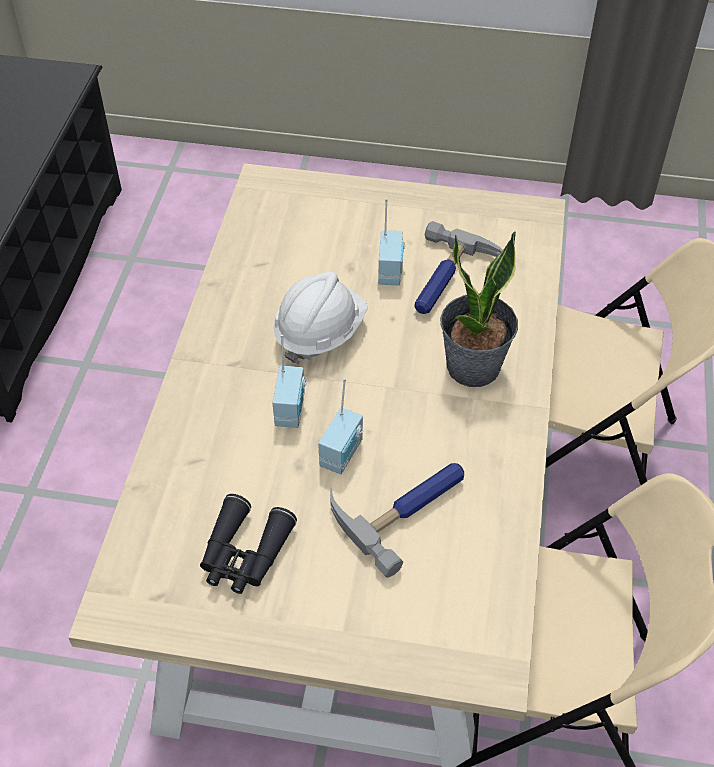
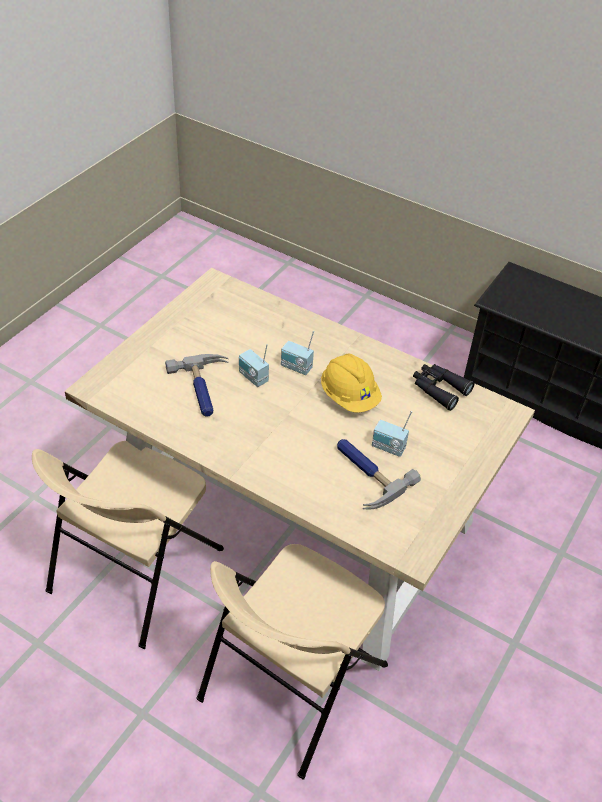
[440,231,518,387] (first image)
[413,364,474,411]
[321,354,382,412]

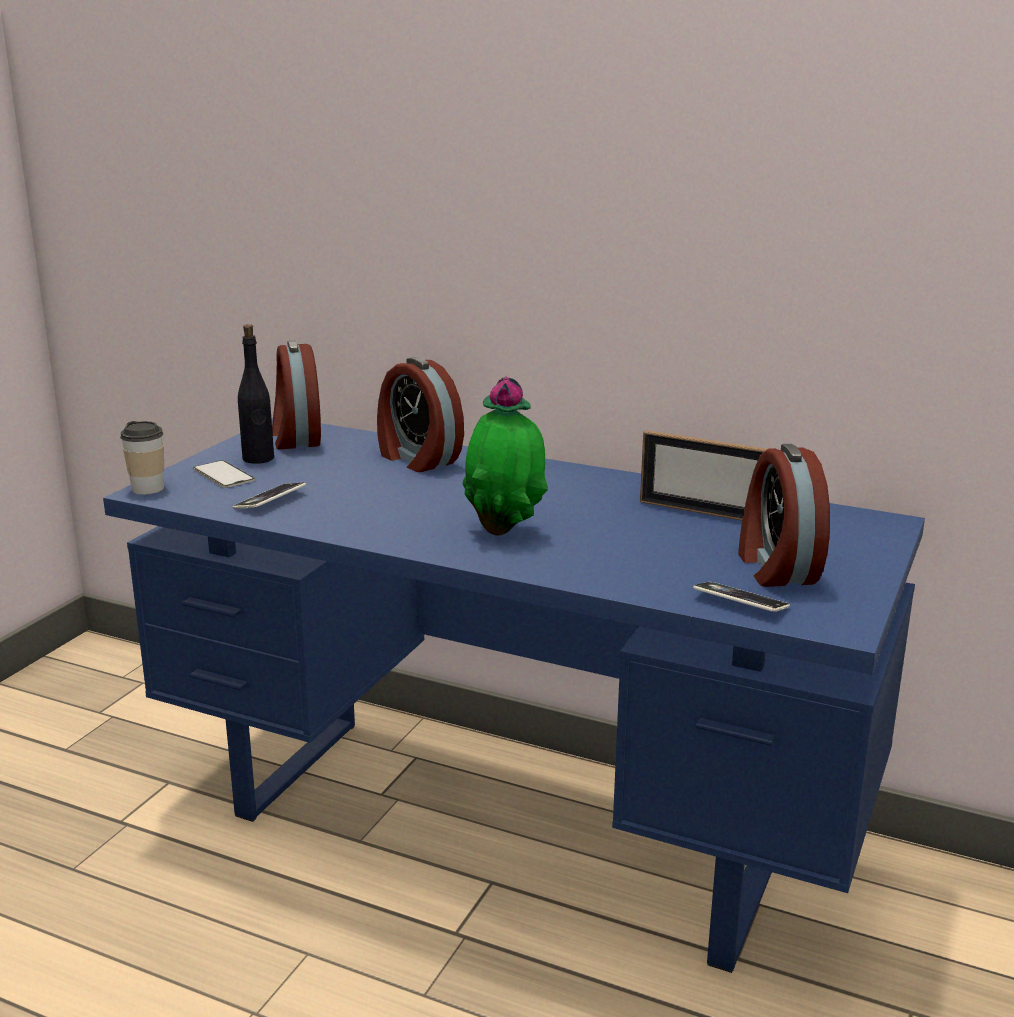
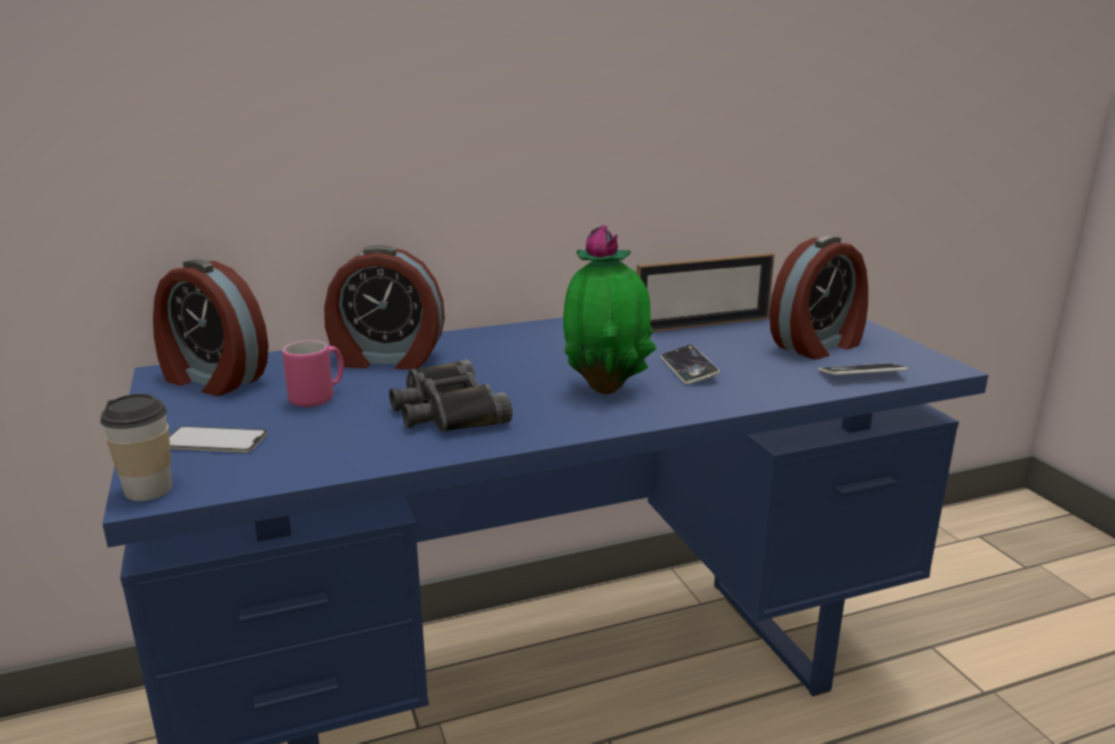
[238,324,274,464] (first image)
[282,340,344,407]
[389,359,513,432]
[661,345,720,385]
[769,236,868,360]

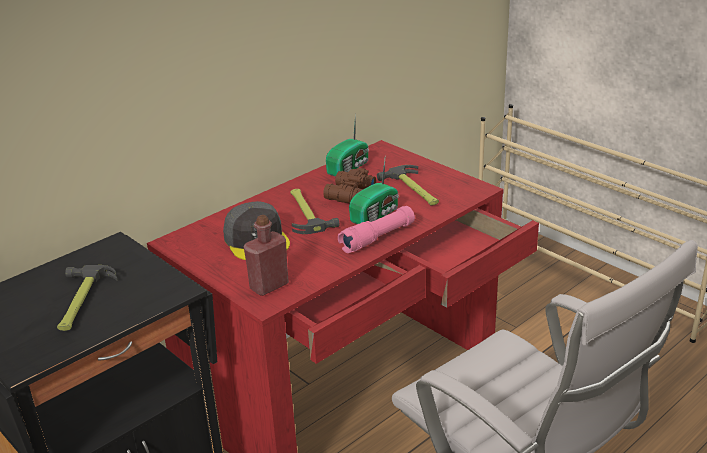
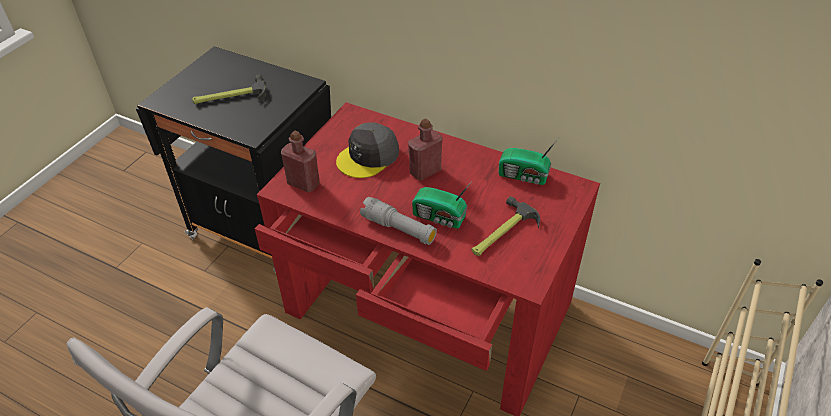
[323,168,376,204] (first image)
[408,119,443,181]
[360,197,437,245]

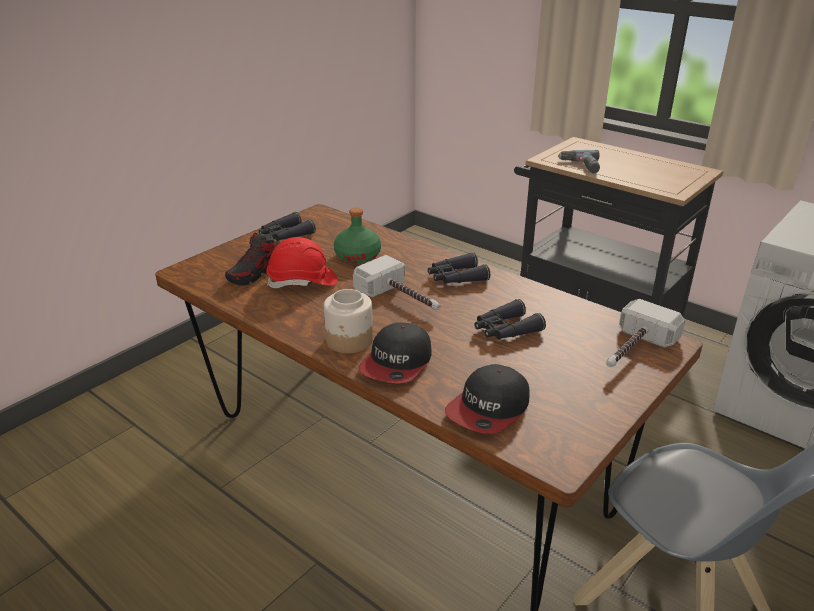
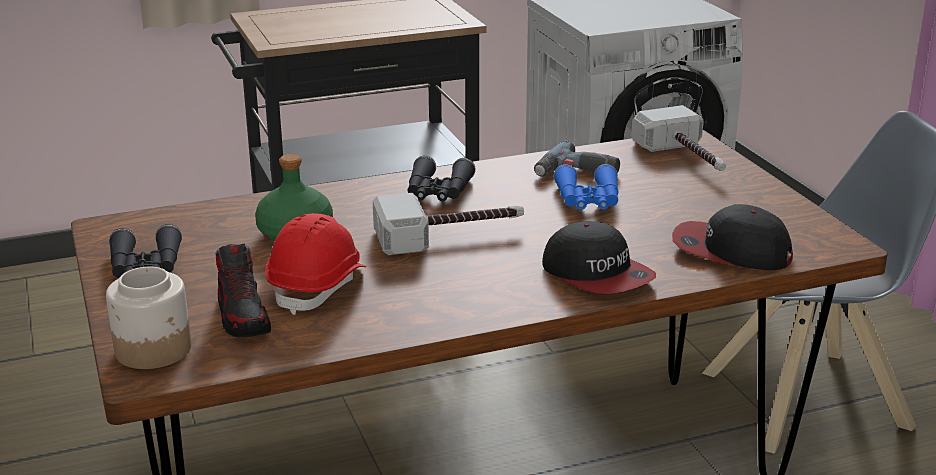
[106,267,191,369]
[534,141,620,177]
[554,164,618,210]
[672,204,793,270]

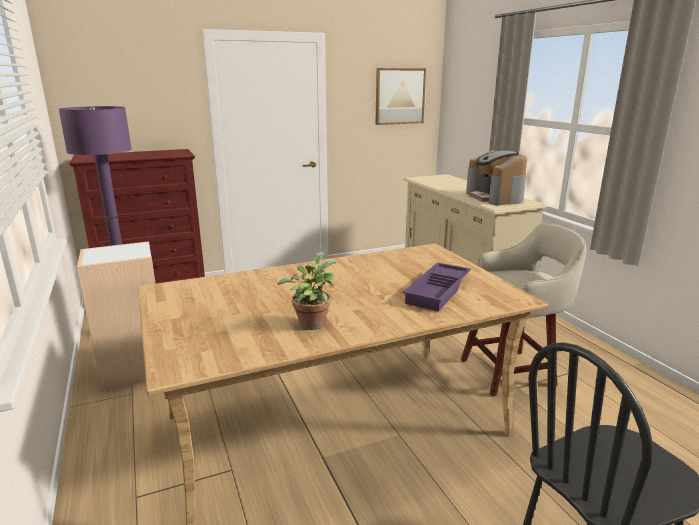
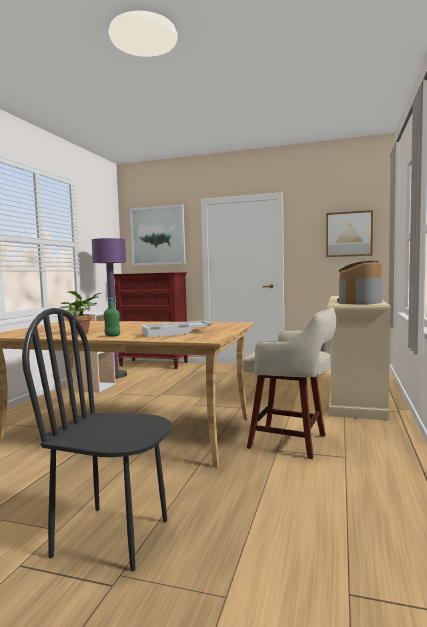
[104,298,120,336]
[129,204,186,266]
[141,321,213,337]

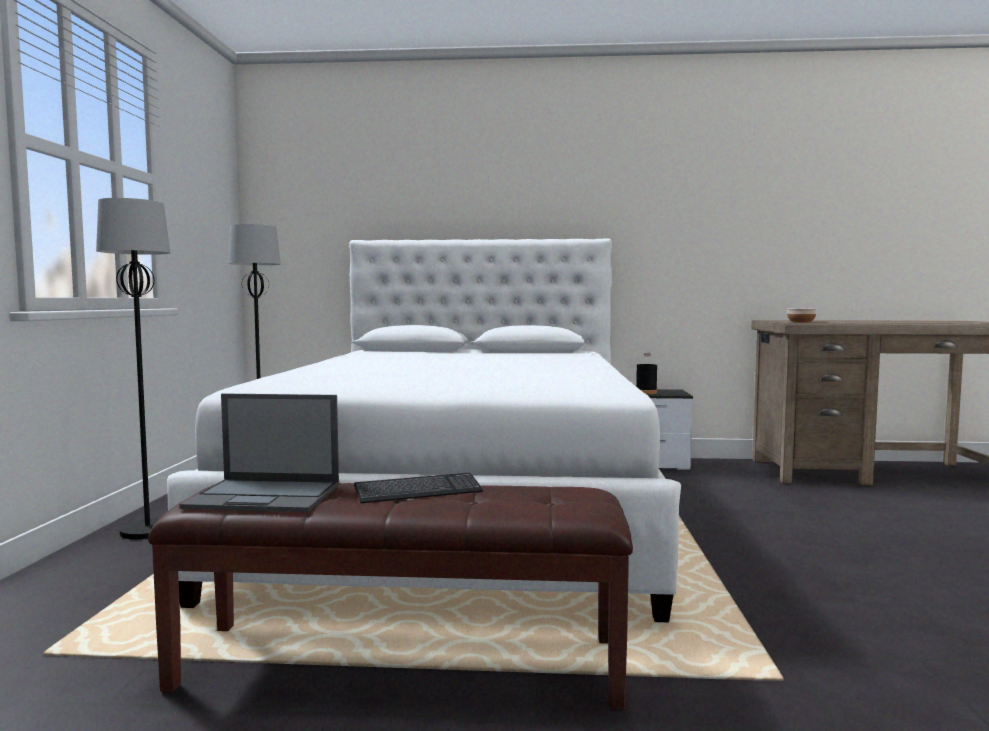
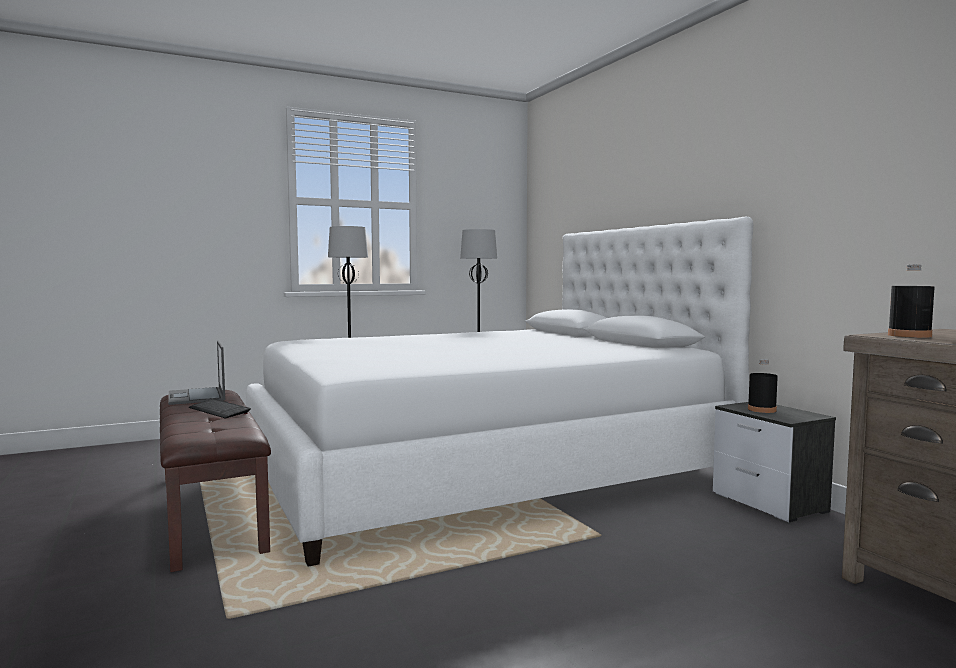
[888,265,935,338]

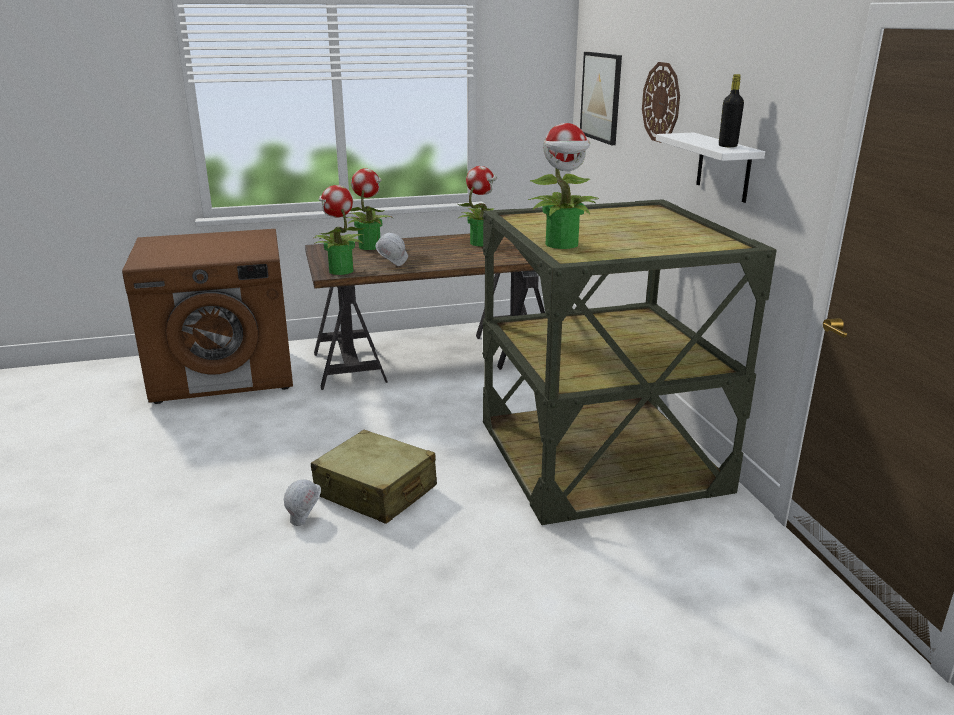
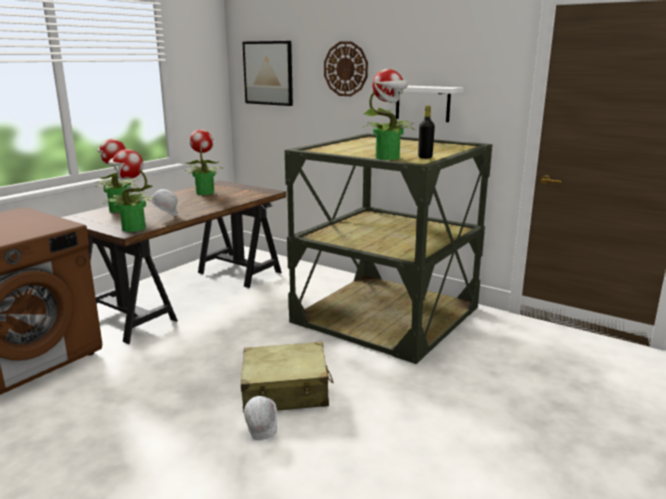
[418,106,435,159]

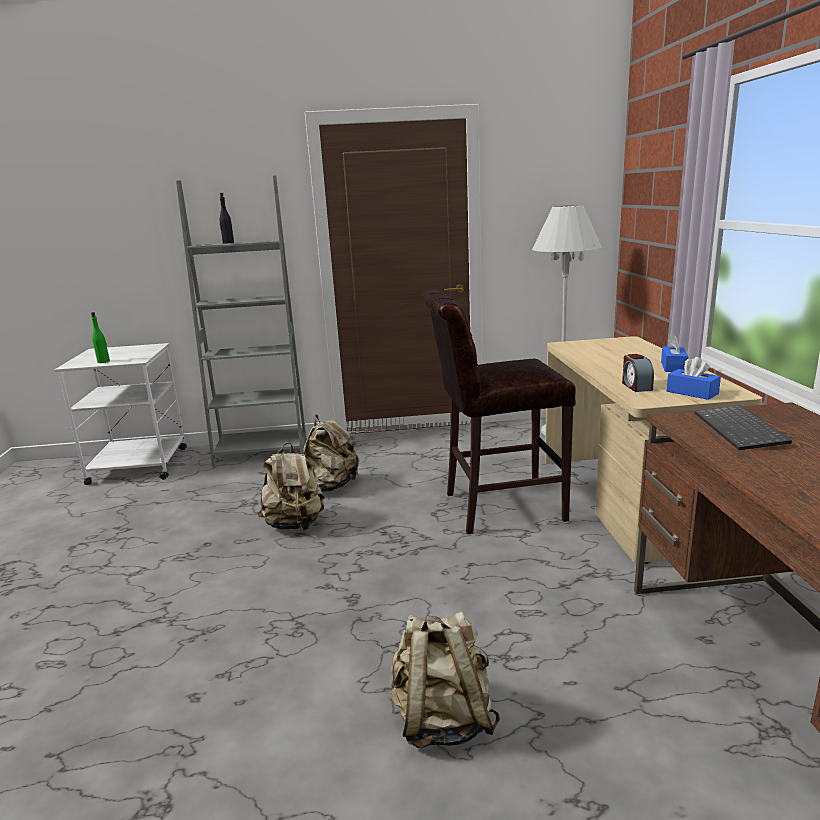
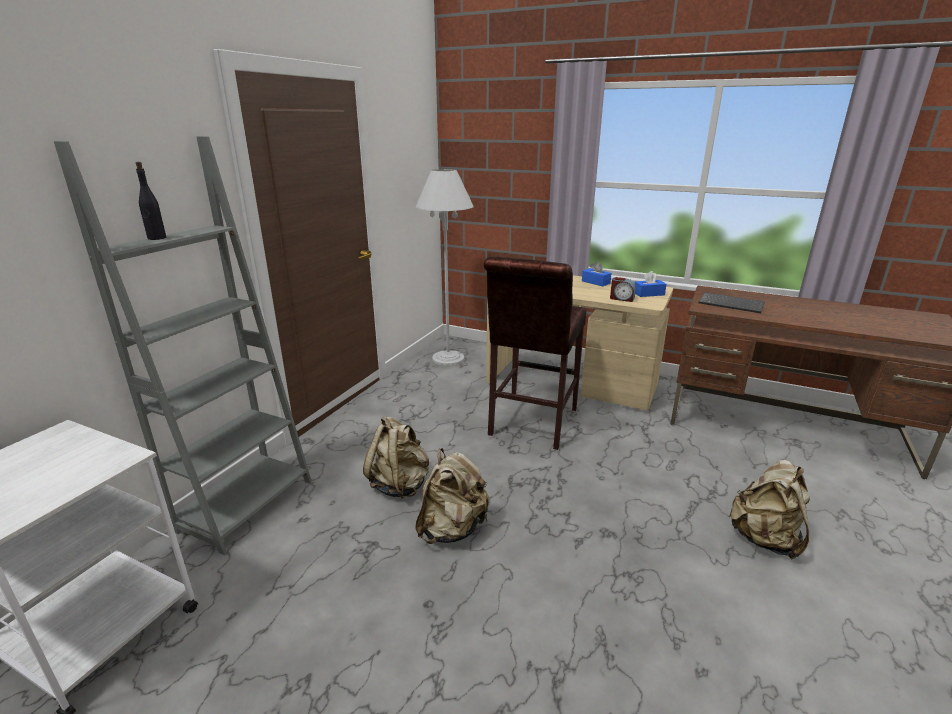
[91,312,110,363] (first image)

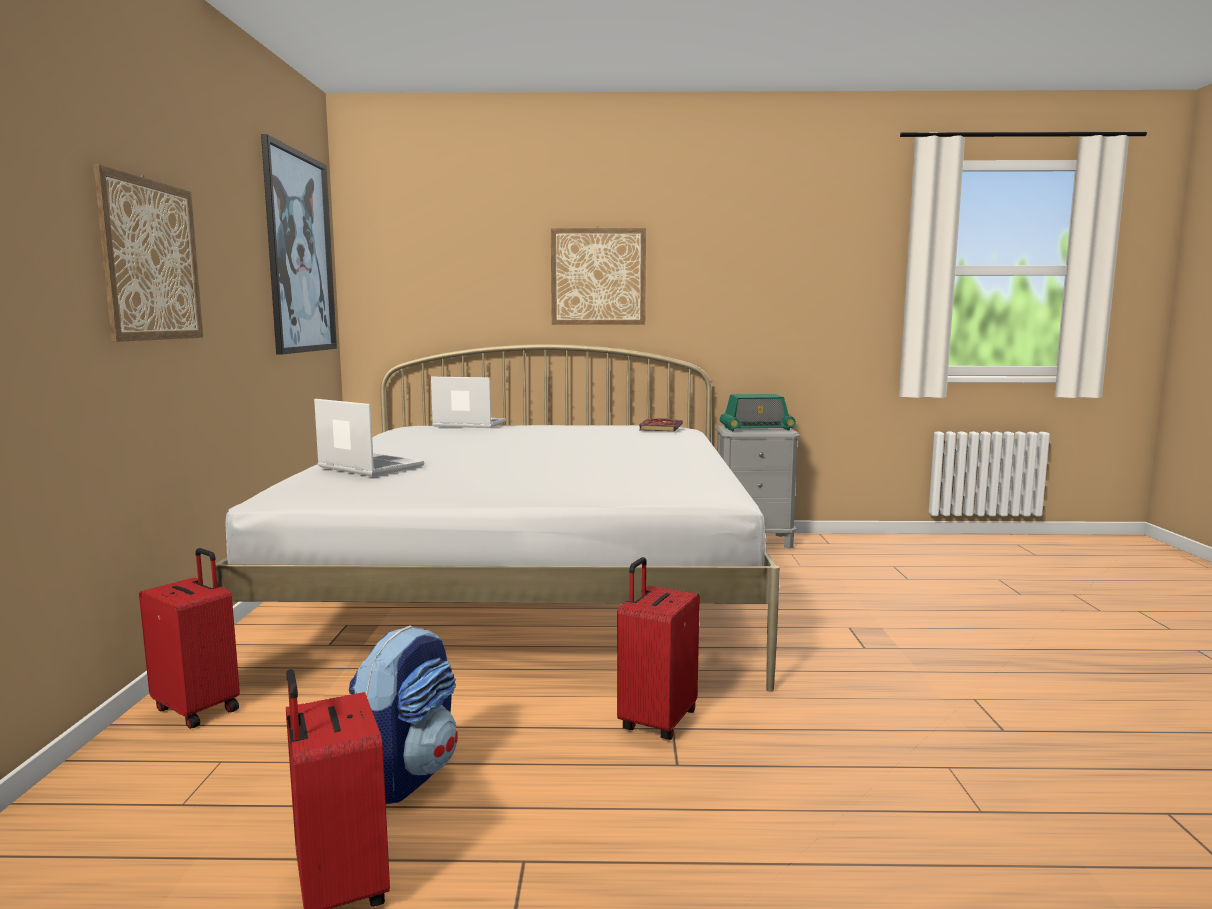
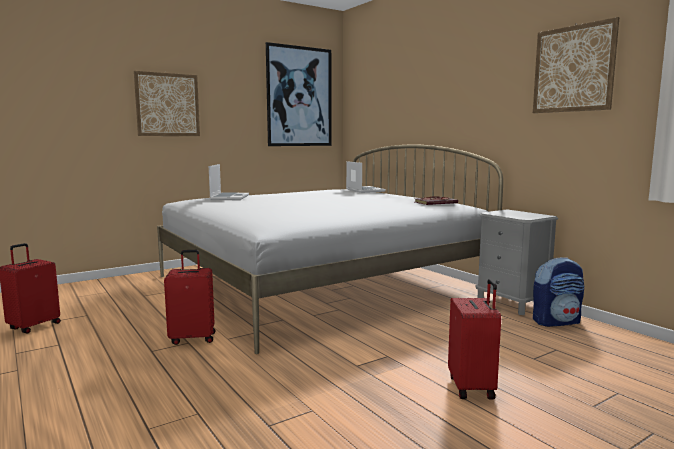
[720,394,796,431] (first image)
[448,279,501,400]
[533,257,584,327]
[533,17,619,113]

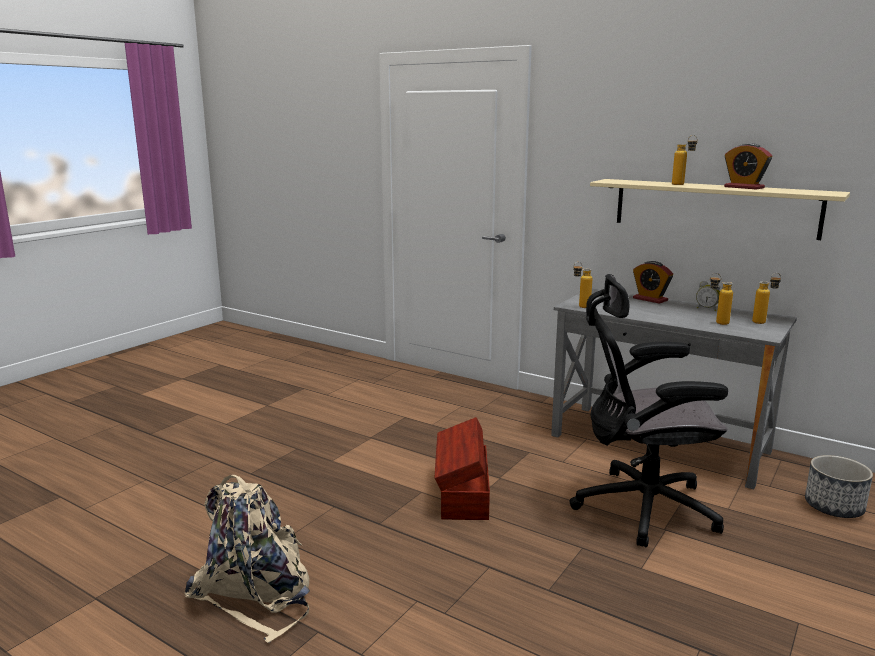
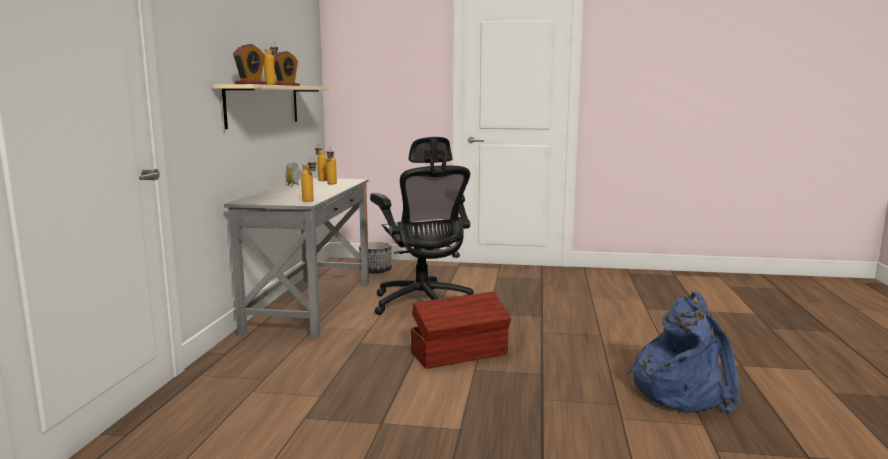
[233,44,267,85]
[627,292,740,413]

